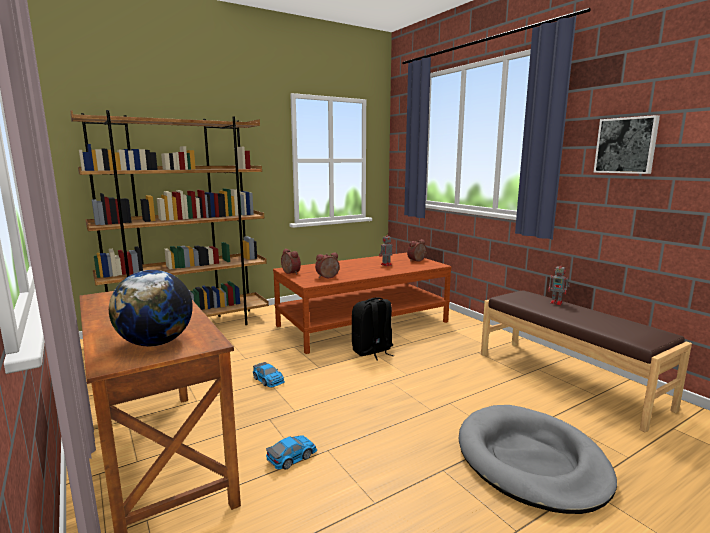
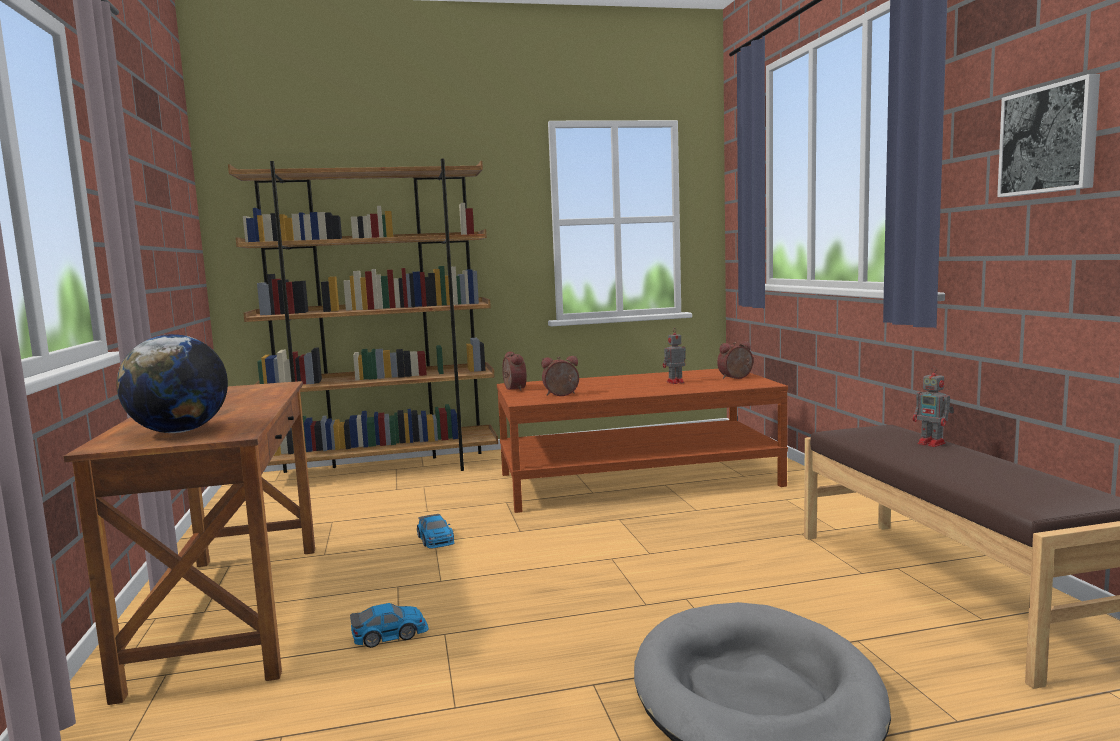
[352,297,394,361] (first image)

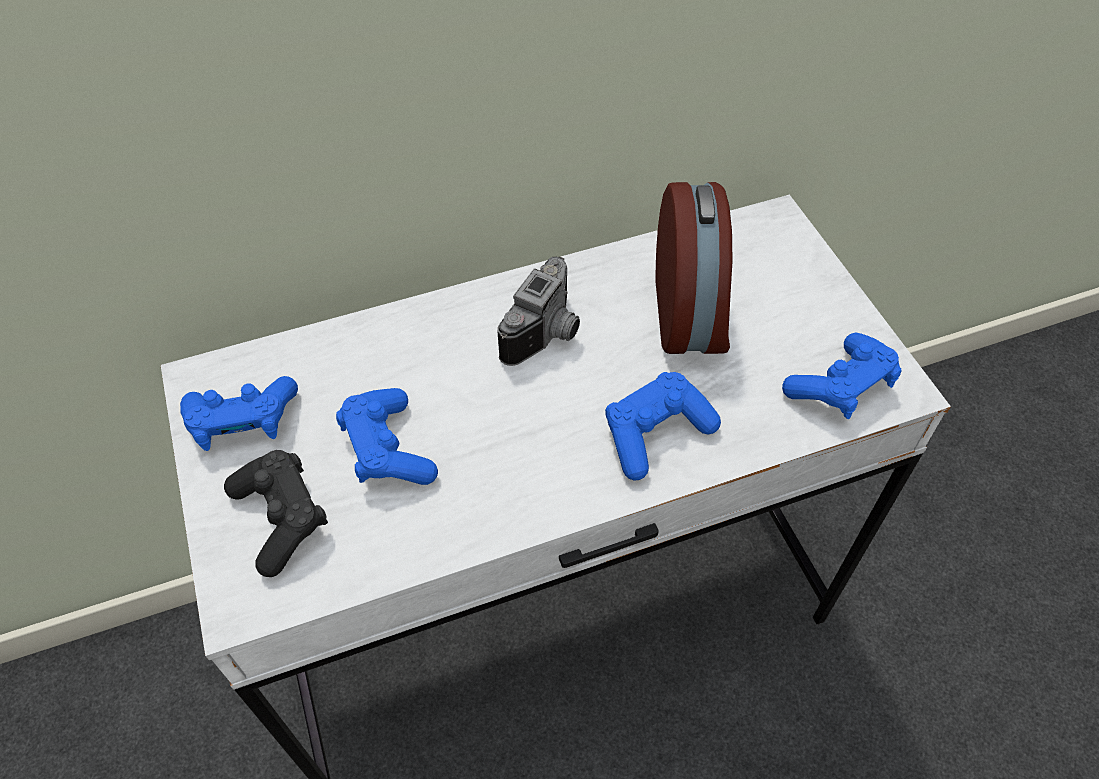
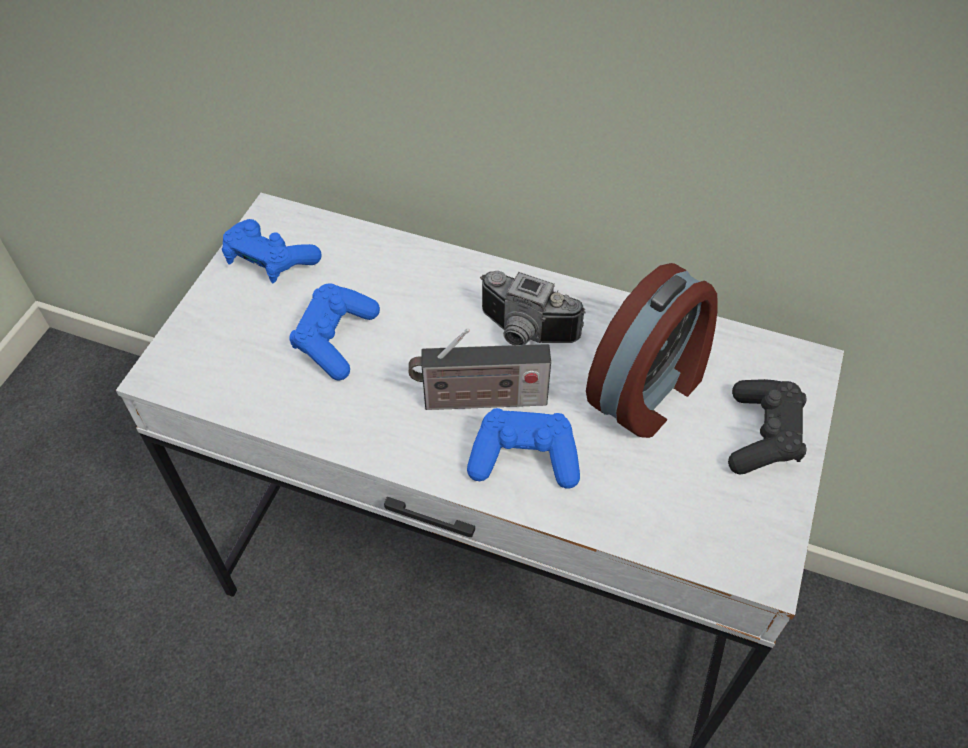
[782,332,902,419] (first image)
[408,328,551,410]
[728,379,807,474]
[480,271,586,345]

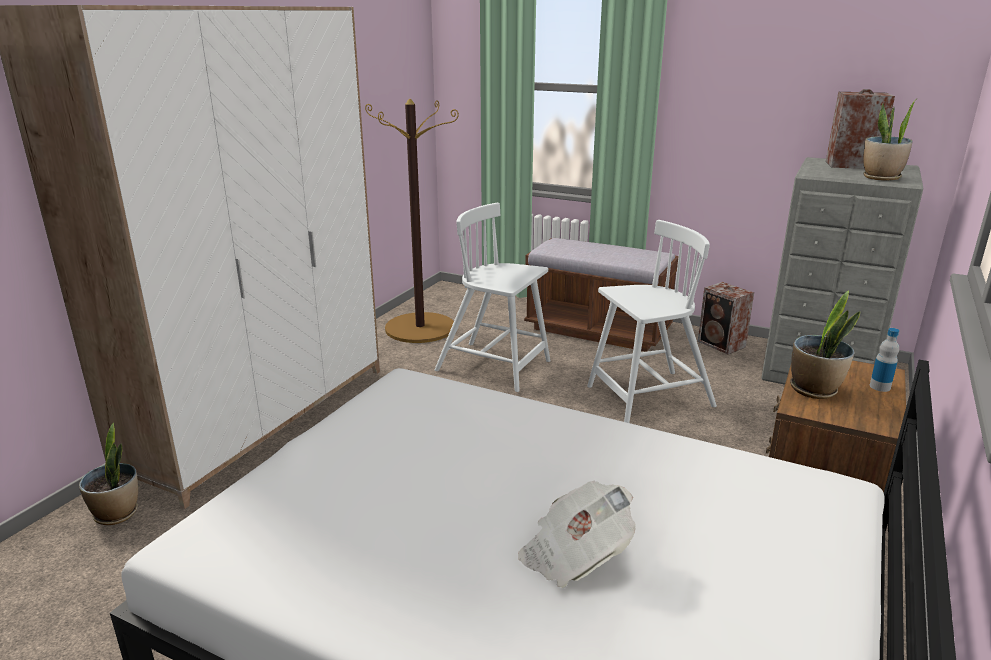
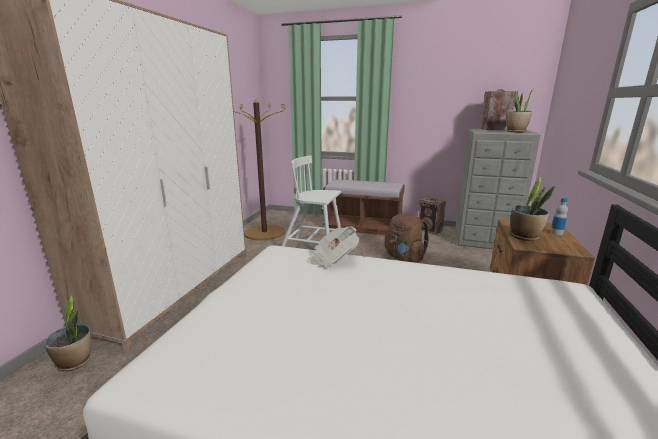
[307,226,359,268]
[384,214,430,263]

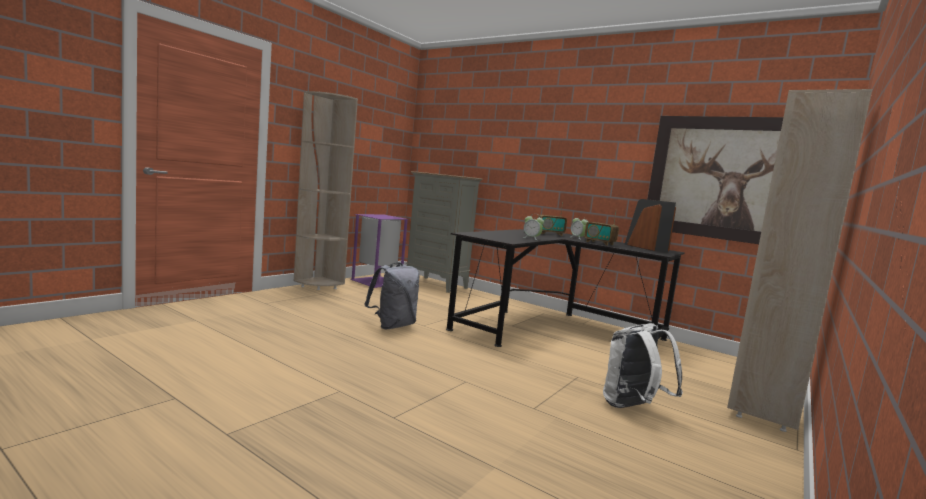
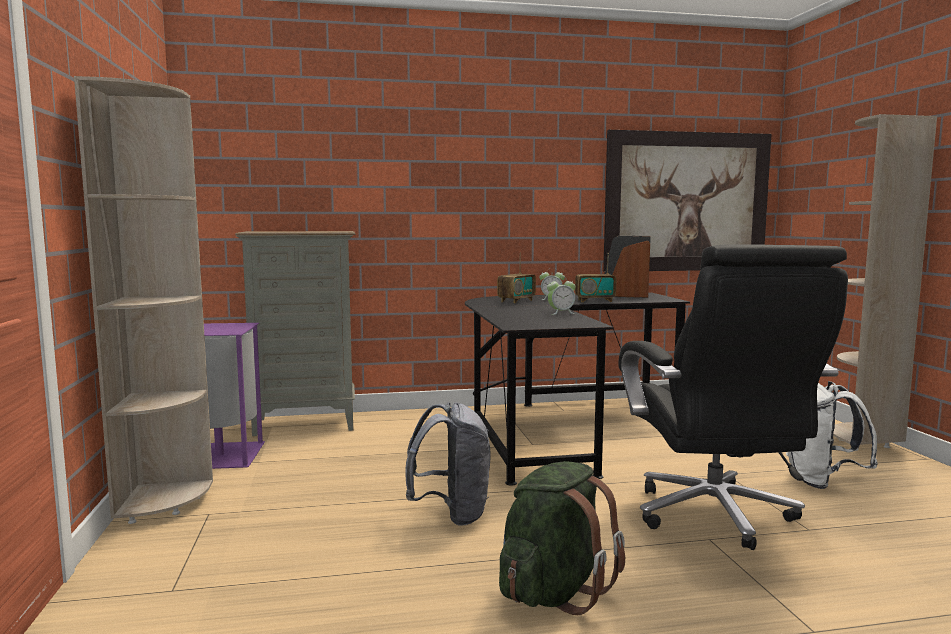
[499,461,625,615]
[618,244,848,550]

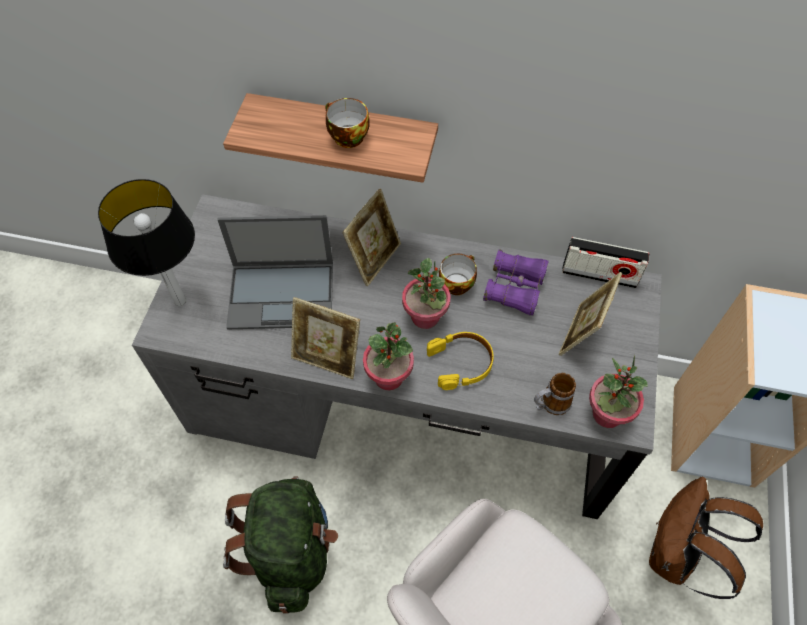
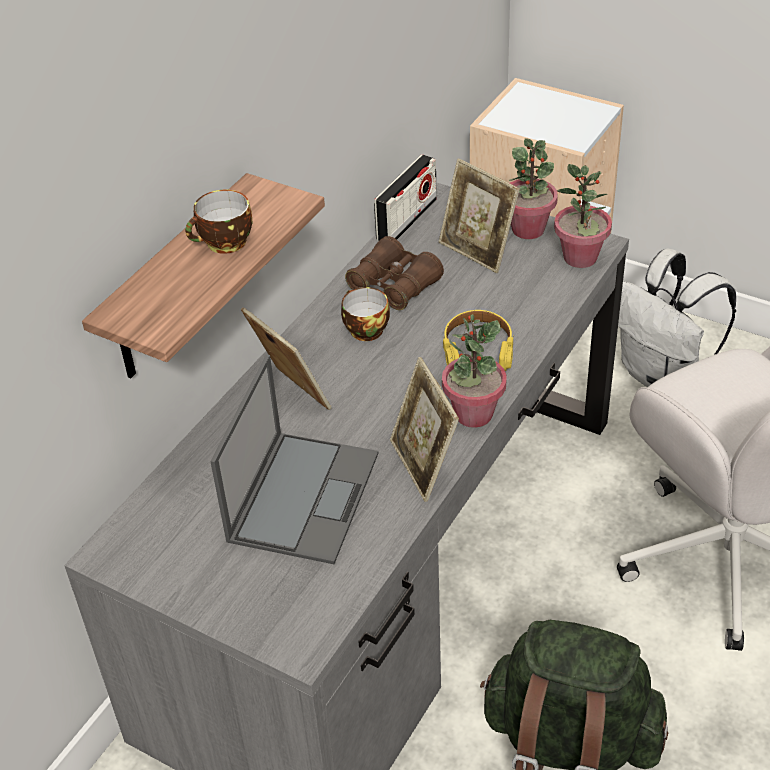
[98,179,195,306] (first image)
[534,373,576,415] (first image)
[509,139,558,239]
[345,236,444,310]
[618,248,736,387]
[390,357,459,502]

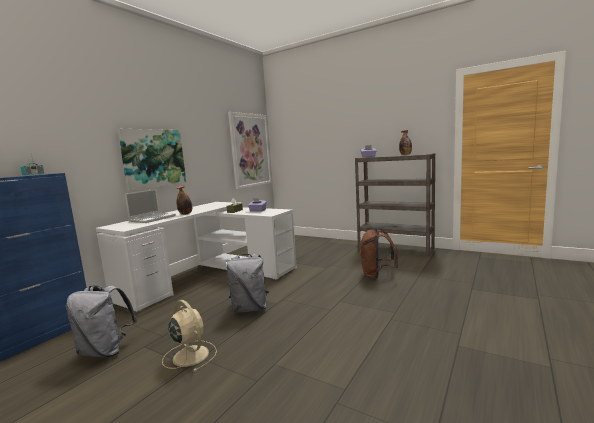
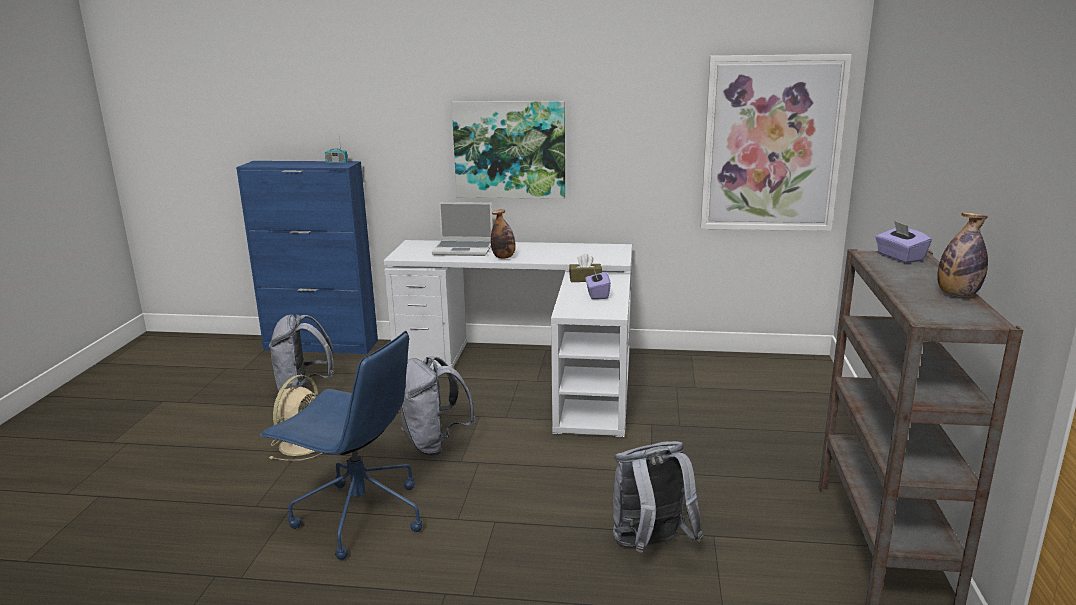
[259,331,422,560]
[613,441,704,553]

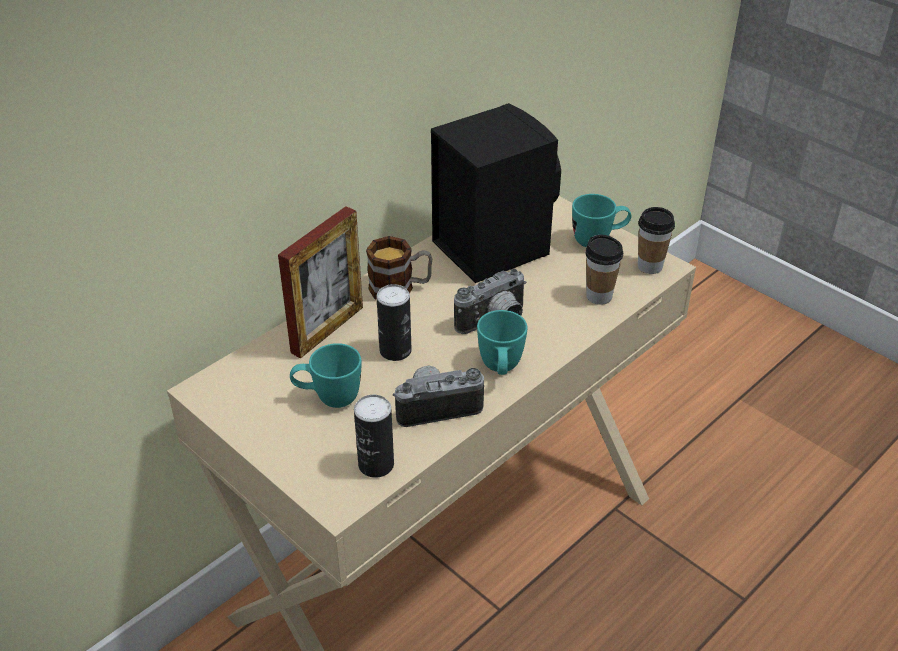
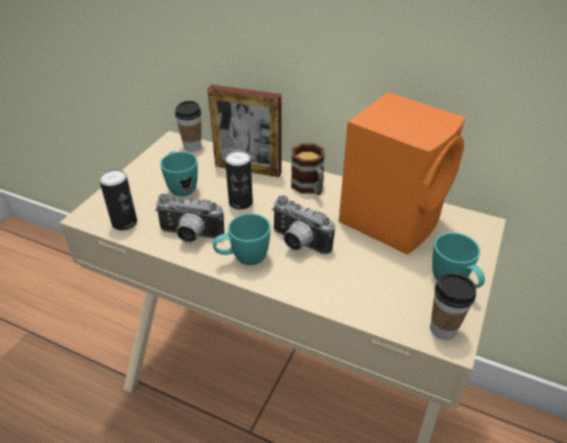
[175,101,201,151]
[339,92,465,255]
[155,194,224,242]

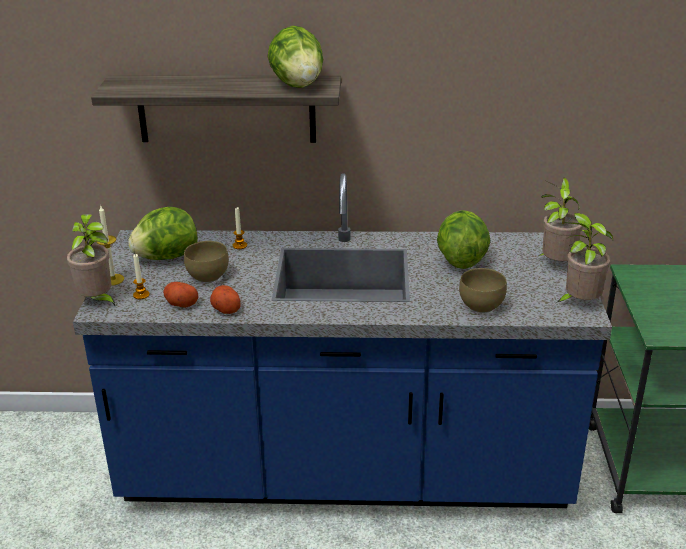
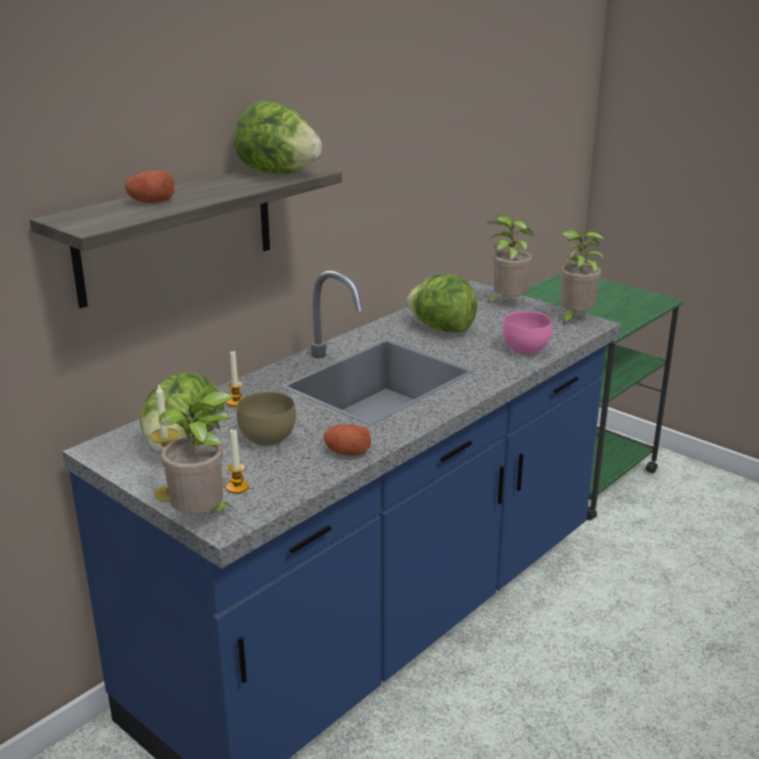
[125,170,174,203]
[503,311,552,355]

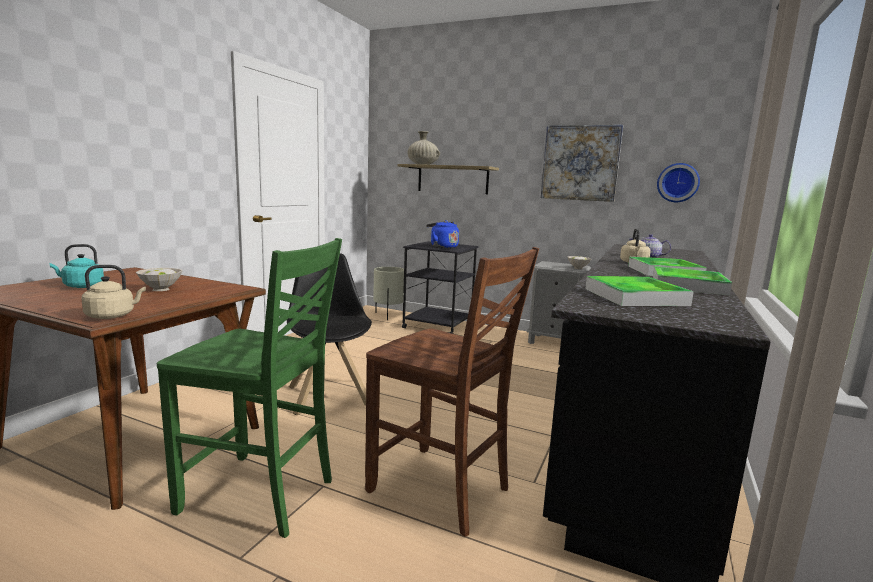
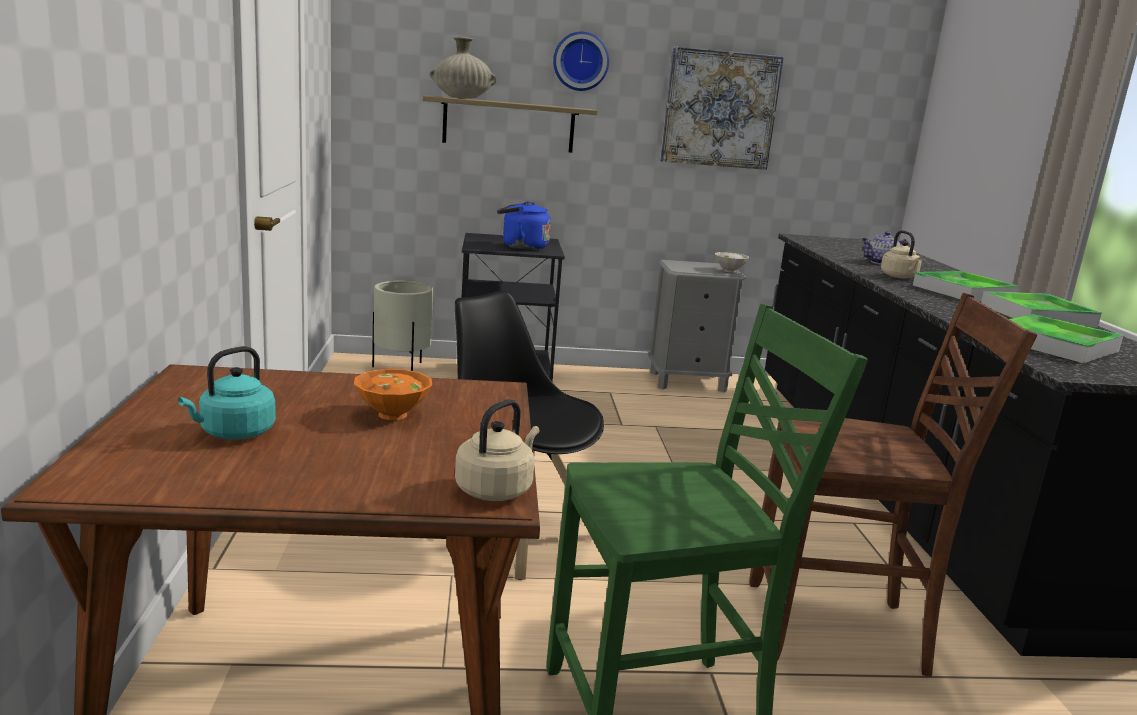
[553,32,609,91]
[354,369,432,420]

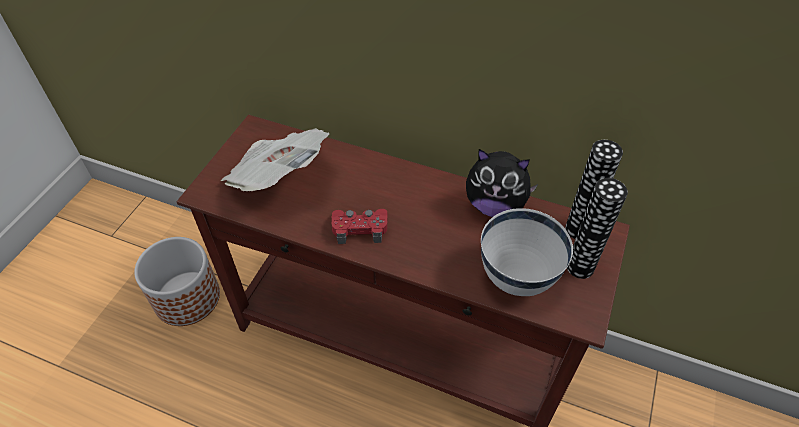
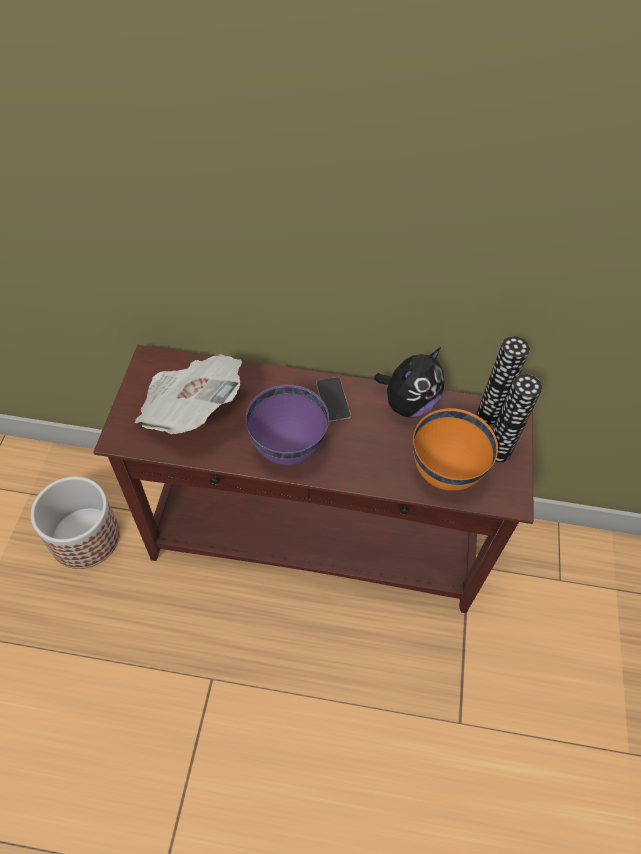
[316,377,351,422]
[246,385,329,465]
[413,408,498,491]
[374,347,444,418]

